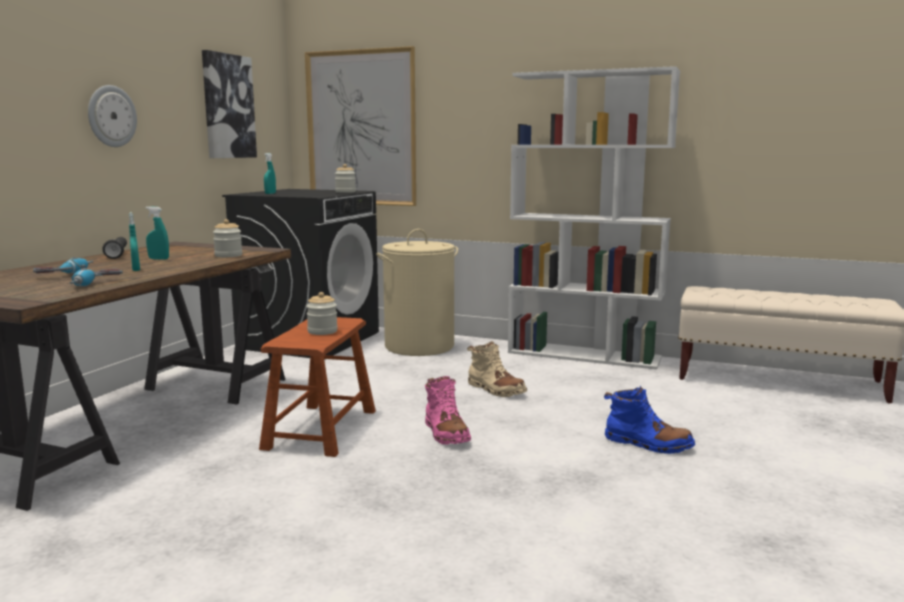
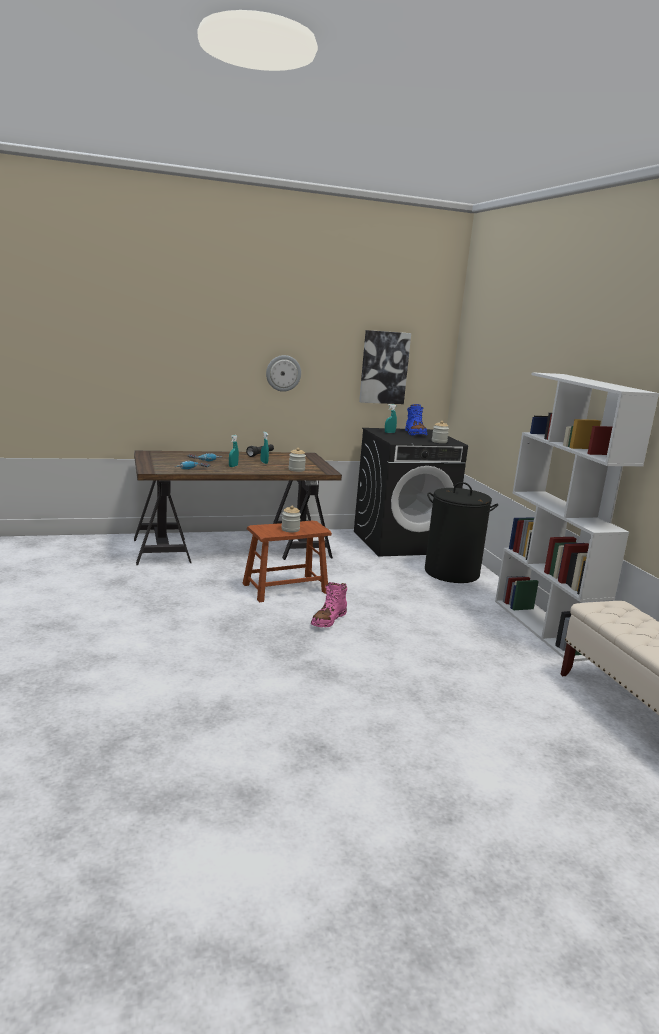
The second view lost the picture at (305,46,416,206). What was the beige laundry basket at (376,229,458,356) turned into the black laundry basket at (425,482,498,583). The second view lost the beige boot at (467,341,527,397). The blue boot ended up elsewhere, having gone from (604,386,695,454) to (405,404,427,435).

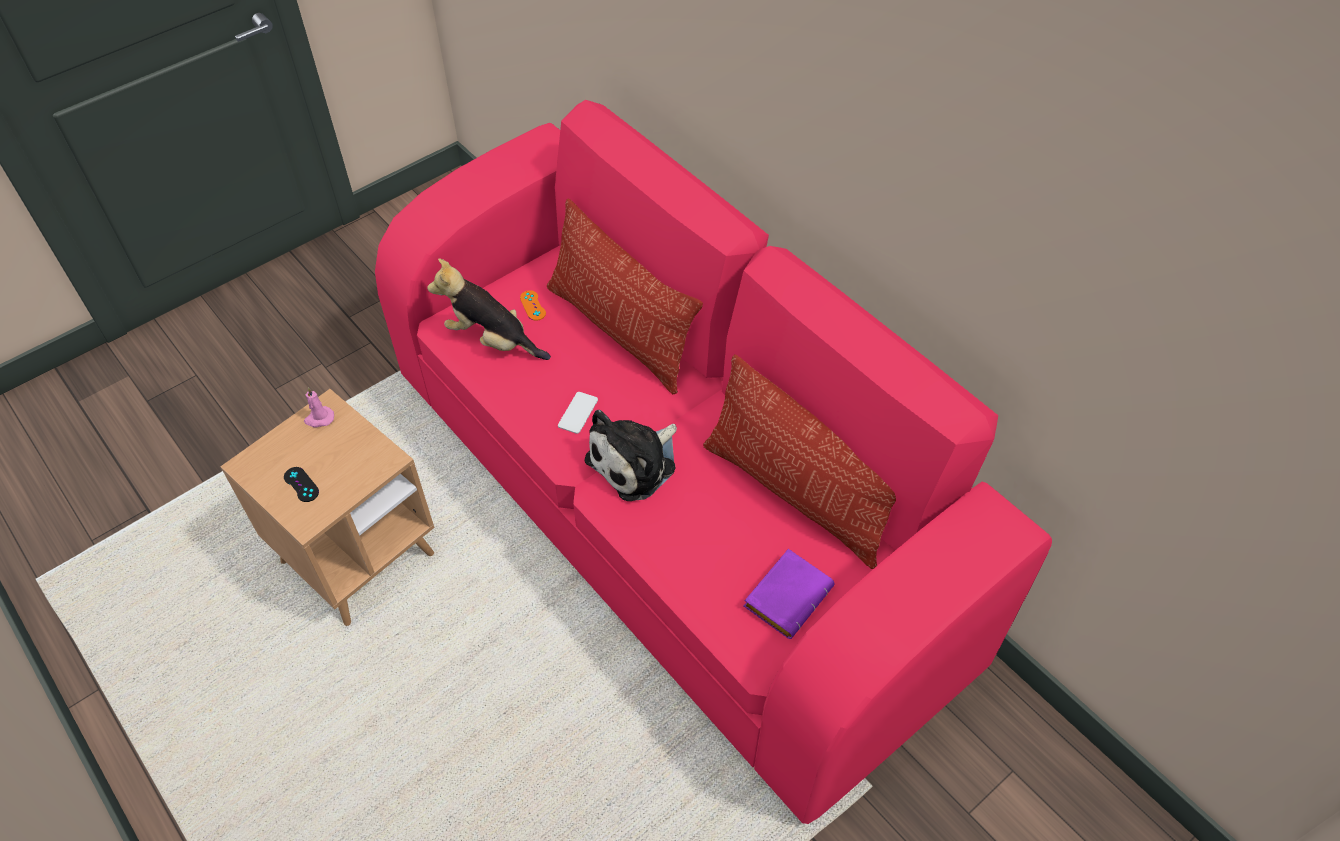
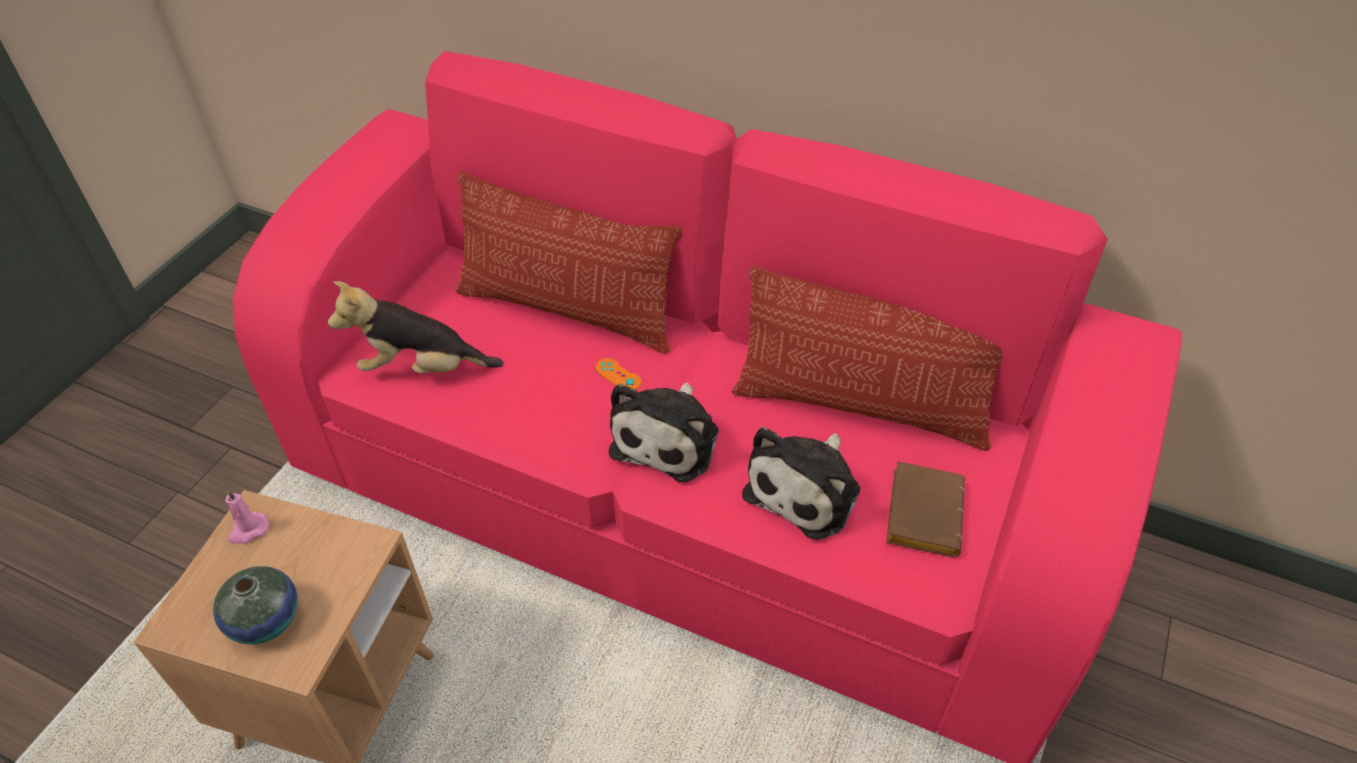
The orange game controller ended up elsewhere, having gone from (520,290,546,321) to (595,358,641,390). The second view lost the phone at (558,392,598,434). Where the black game controller stood at (284,467,319,502), the vase came to stand at (213,566,298,645). What was the purple book at (744,549,835,639) turned into the brown book at (886,461,965,558). The second view gained the plush toy at (742,427,860,540).

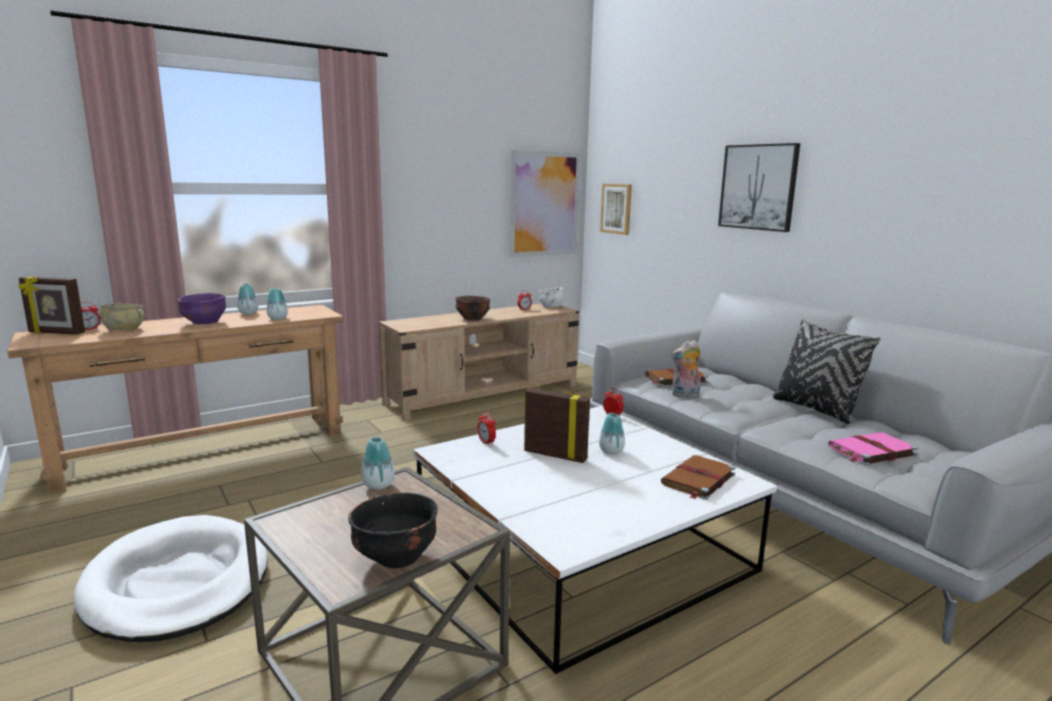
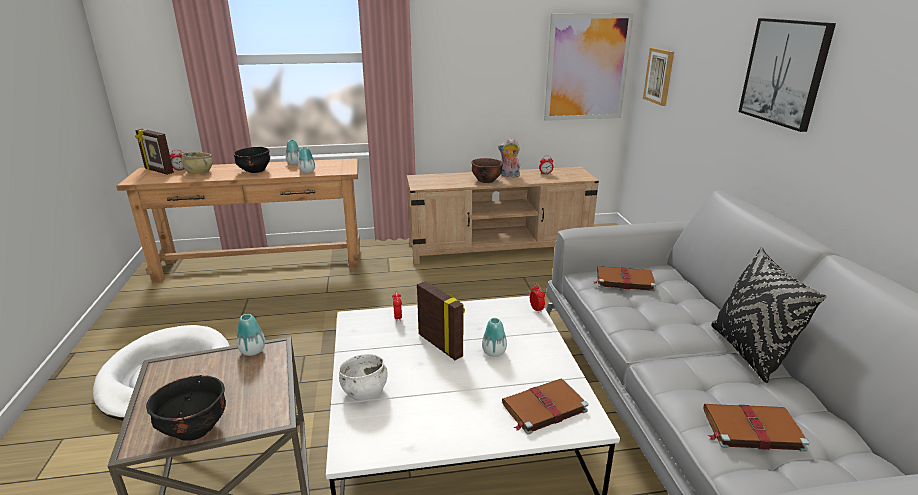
The white bowl ended up elsewhere, having gone from (539,288,565,307) to (339,354,388,401). What was the purple bowl at (177,293,226,324) turned into the black bowl at (233,147,270,173). The plush toy ended up elsewhere, having gone from (671,340,701,398) to (498,139,520,177). What was the pink book at (828,432,918,465) turned into the brown book at (703,404,810,452).

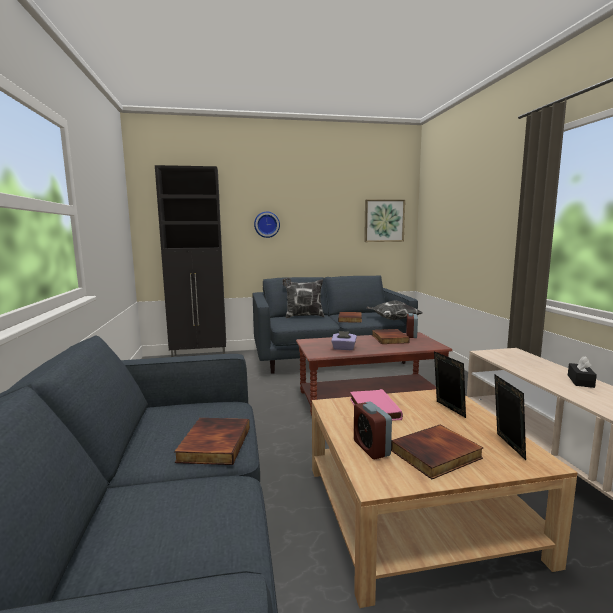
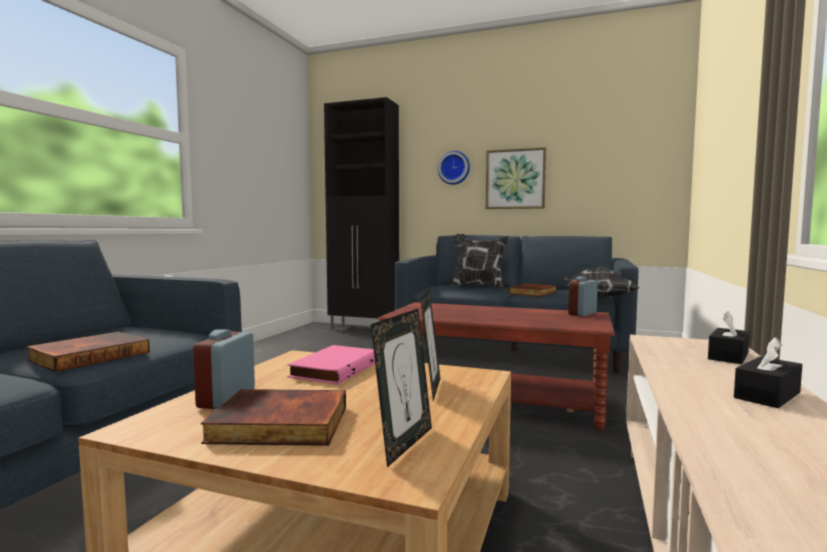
The picture ended up elsewhere, having gone from (364,200,405,242) to (486,147,546,209). The second view lost the book at (372,329,410,344). The second view lost the purple tissue box at (331,331,357,350). The second view gained the black tissue box at (708,311,750,364).

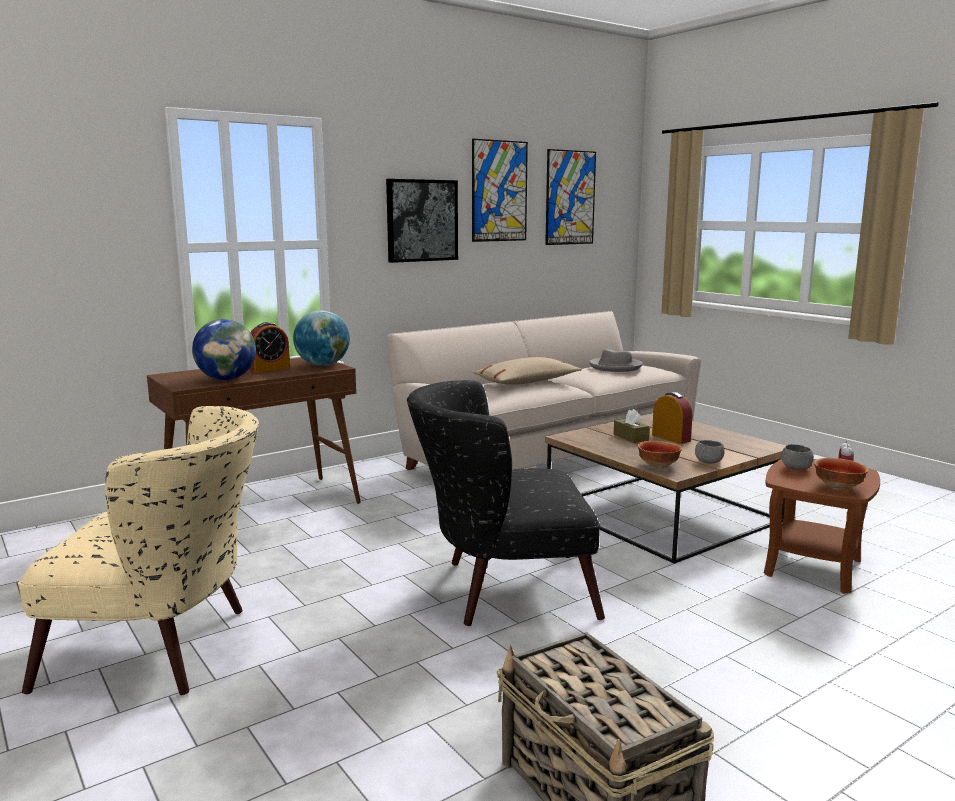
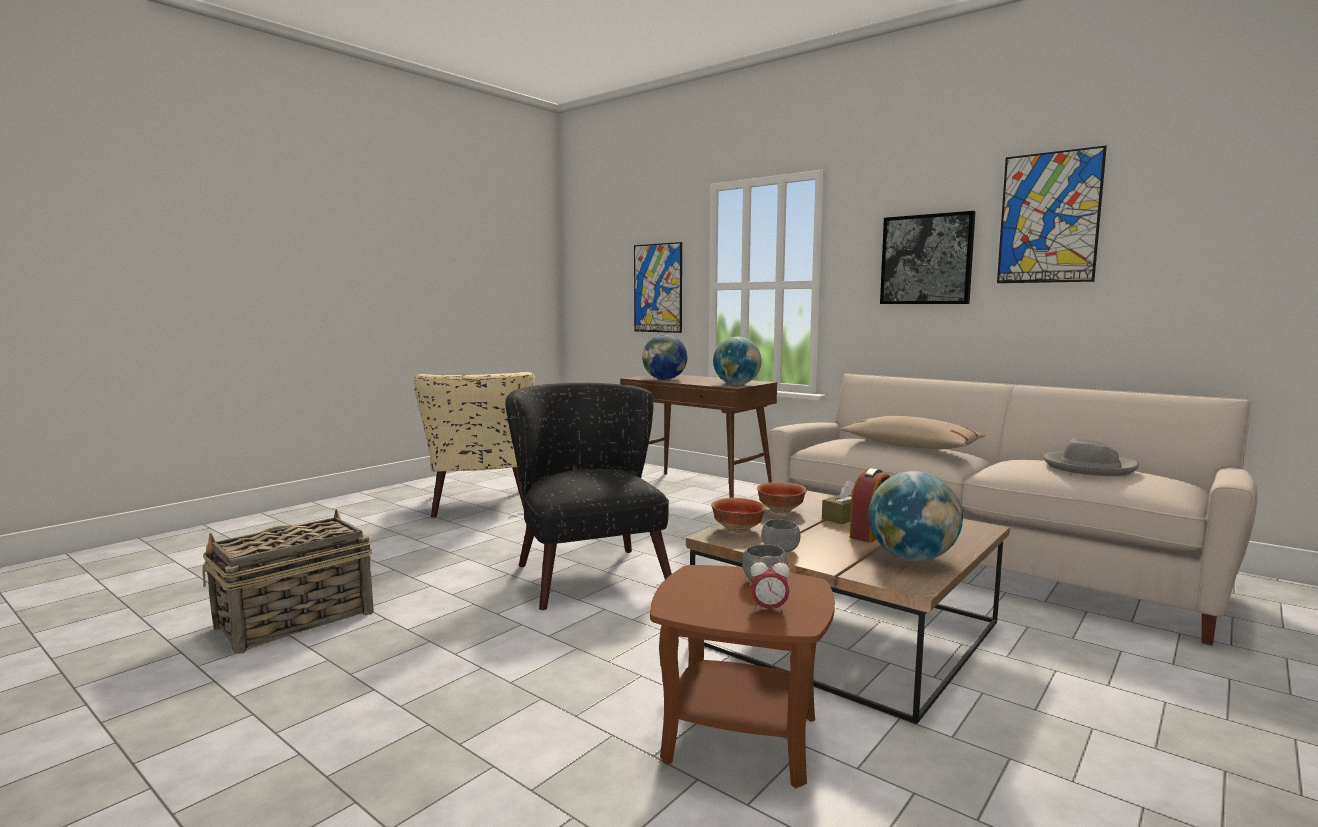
The picture ended up elsewhere, having gone from (545,149,596,245) to (634,242,682,333). The second view lost the alarm clock at (249,322,290,373). The bowl ended up elsewhere, having gone from (814,458,869,490) to (757,482,807,513). The second view gained the globe at (868,471,963,561).

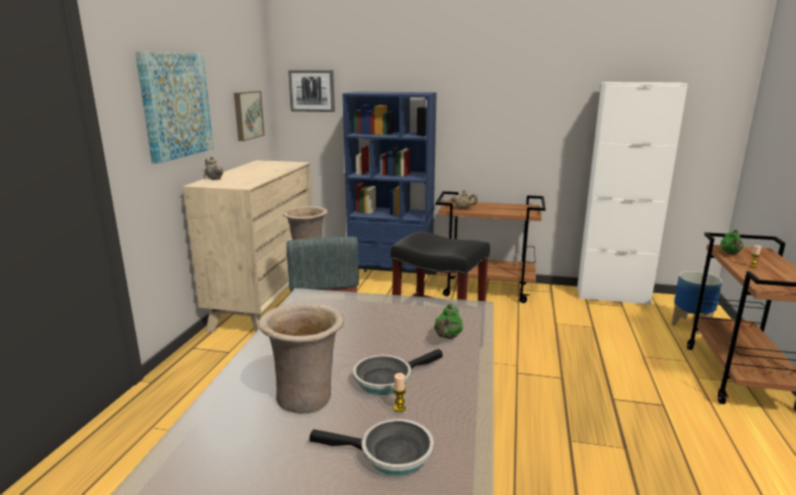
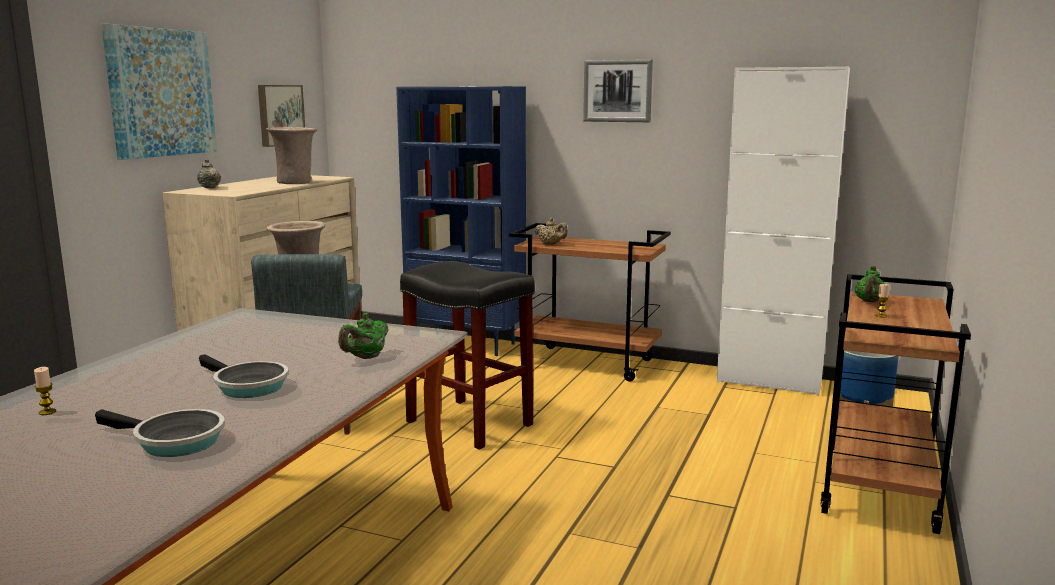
The picture ended up elsewhere, having gone from (288,70,335,112) to (583,60,653,122). The beige vase ended up elsewhere, having gone from (258,303,344,413) to (266,127,317,184). The frying pan at (353,349,443,395) ended up facing another way, 120 degrees counterclockwise from before. The candle ended up elsewhere, having gone from (393,373,406,412) to (34,367,56,415).

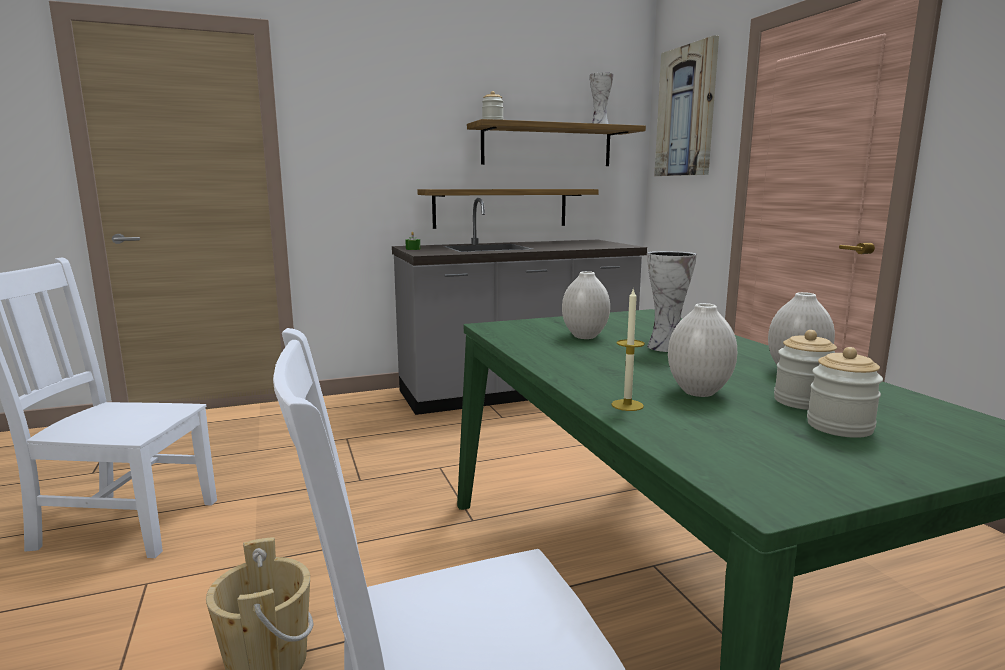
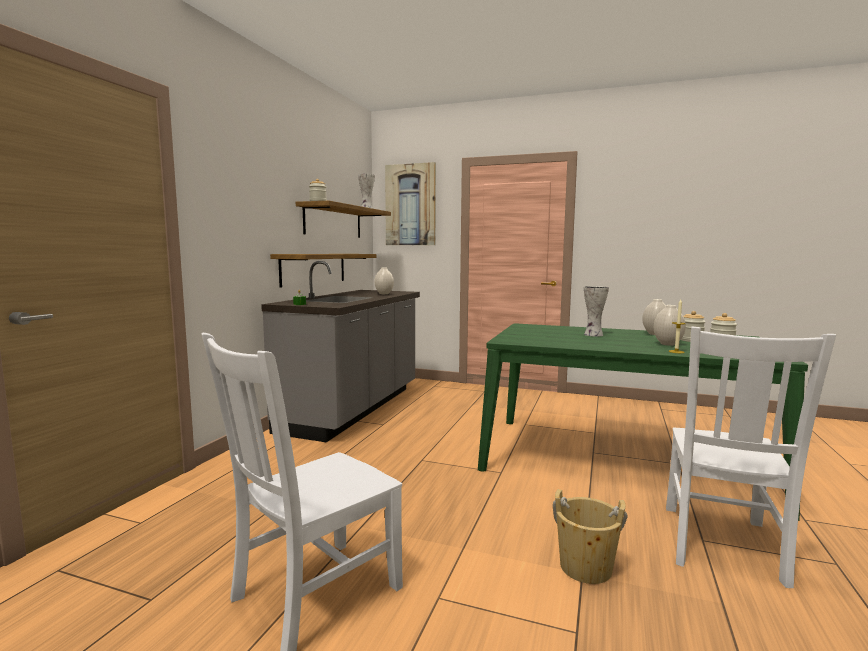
The white vase ended up elsewhere, having gone from (562,271,610,339) to (374,267,394,294).

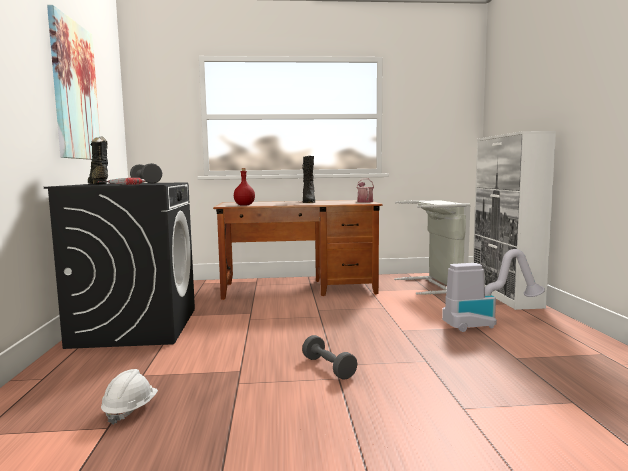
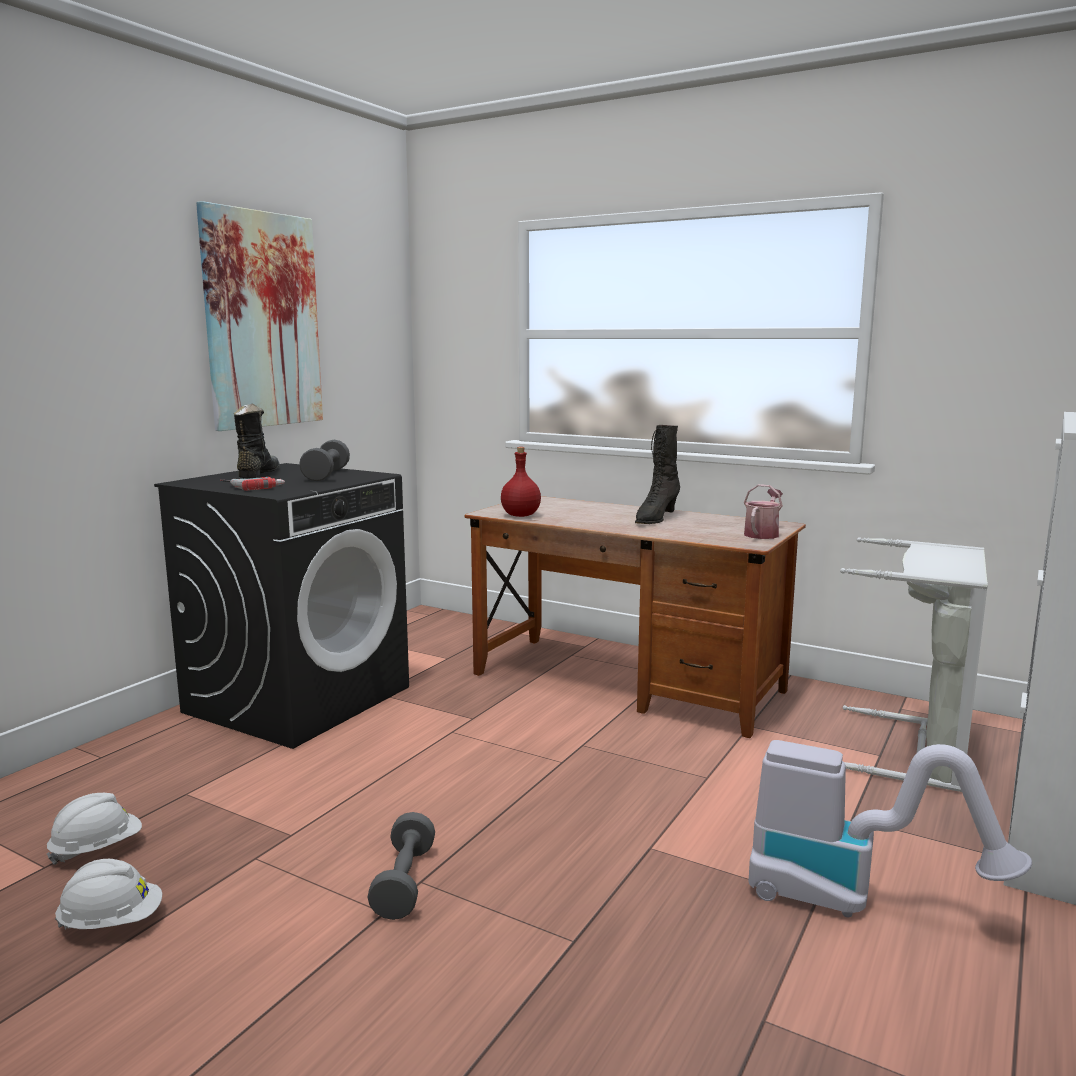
The second view gained the white hard hat at (55,859,162,930).

